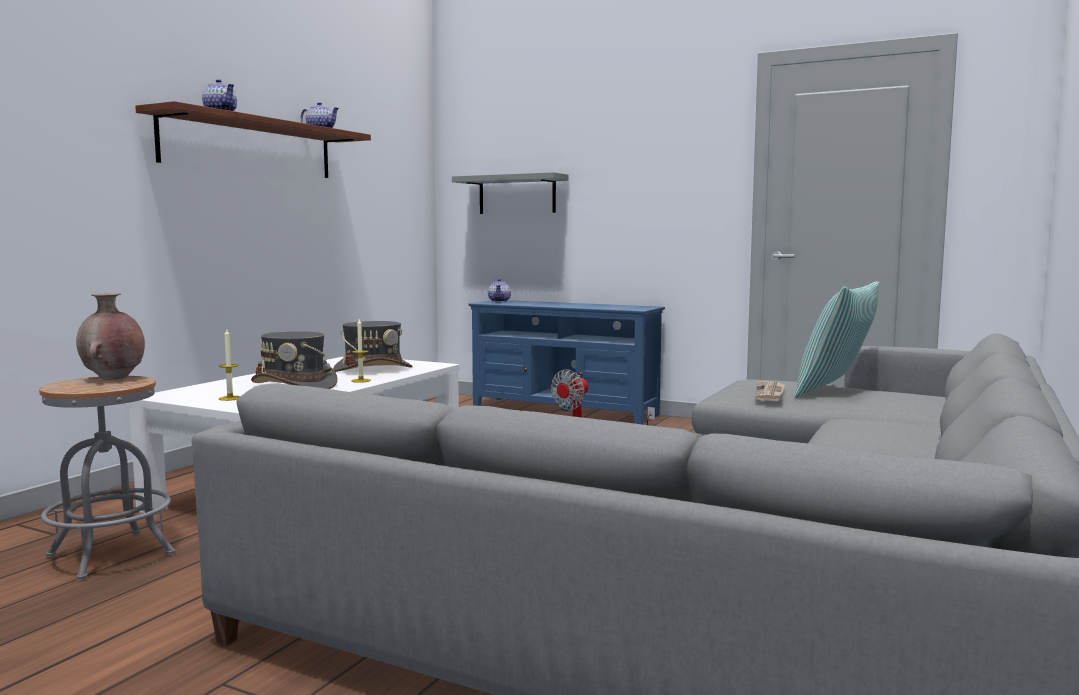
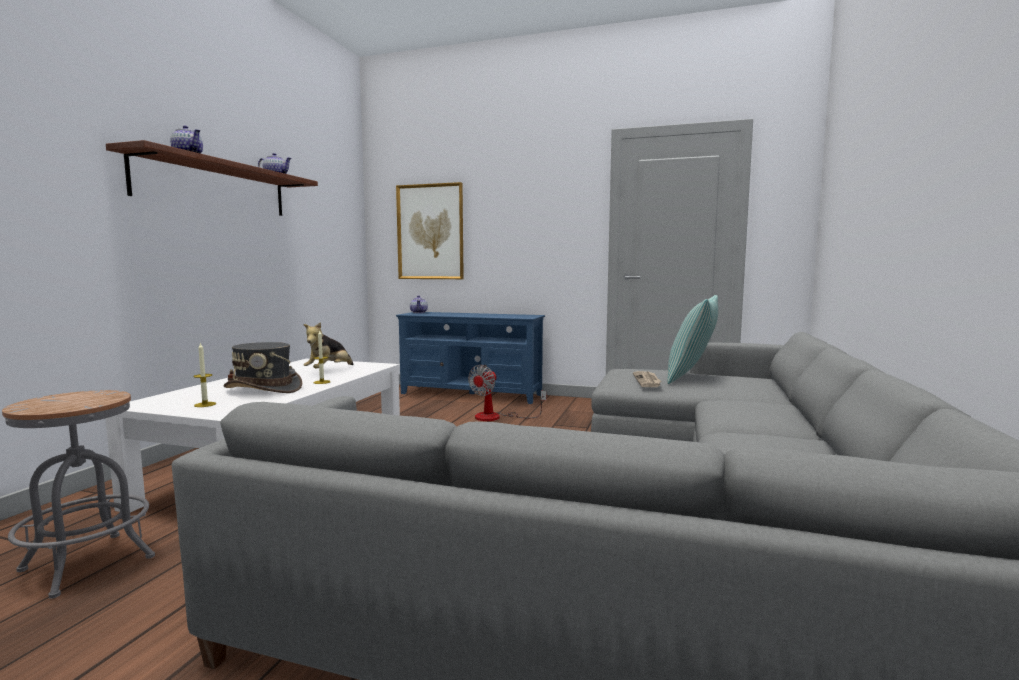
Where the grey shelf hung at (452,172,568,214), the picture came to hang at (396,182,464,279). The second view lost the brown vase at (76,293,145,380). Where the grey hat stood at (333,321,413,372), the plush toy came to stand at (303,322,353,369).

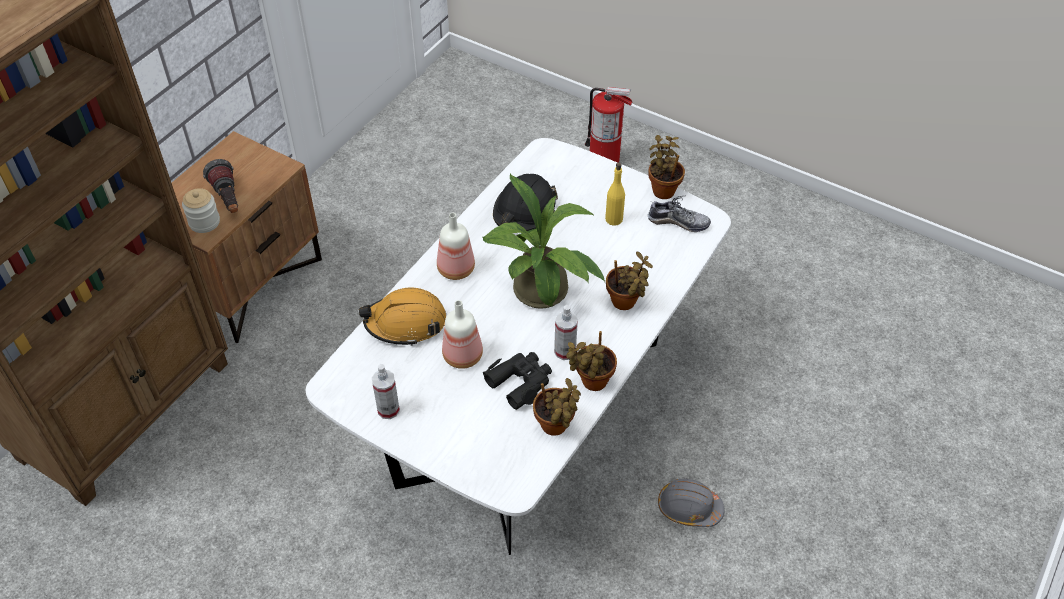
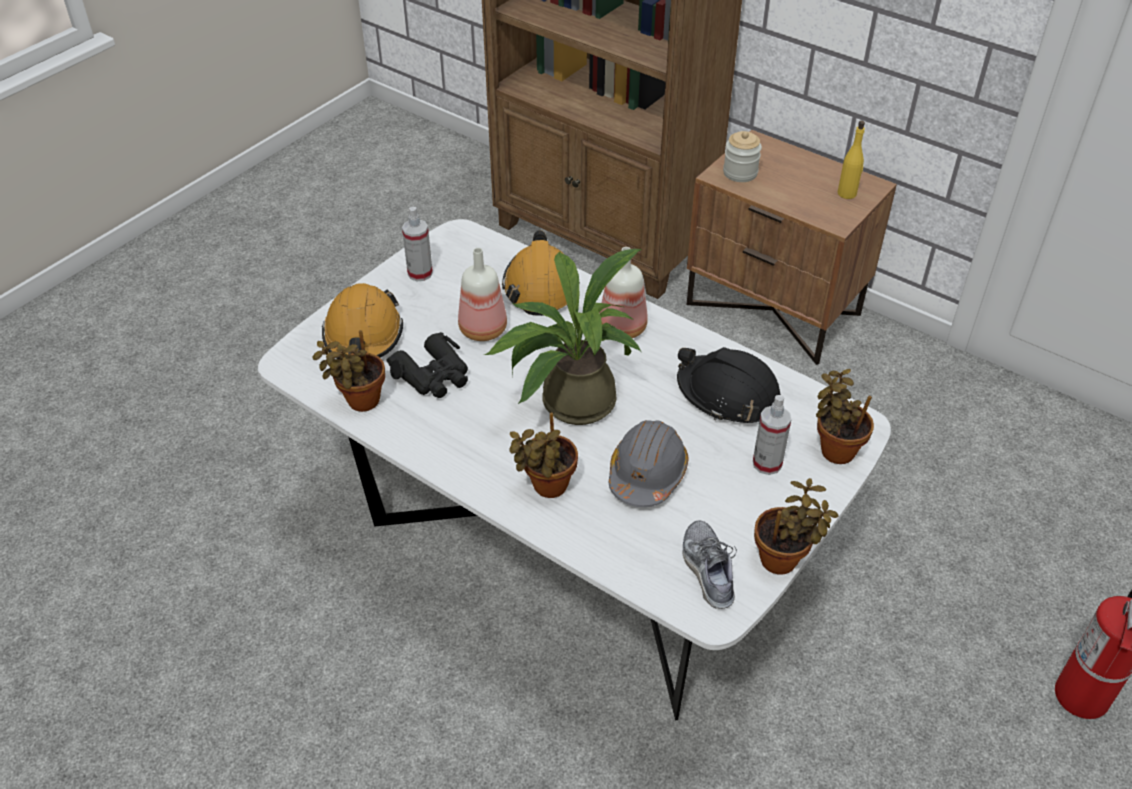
The second view lost the flashlight at (203,159,238,213). The yellow bottle ended up elsewhere, having gone from (605,163,625,226) to (838,120,865,199). The shoe at (648,196,711,232) ended up facing another way, 150 degrees clockwise from before. The spray bottle ended up elsewhere, having gone from (554,305,578,360) to (753,395,791,475). The potted plant ended up elsewhere, having gone from (566,331,617,391) to (816,369,874,464). The grey hard hat ended up elsewhere, having gone from (658,479,725,527) to (609,420,689,507). The second view gained the orange hard hat at (322,283,403,359).

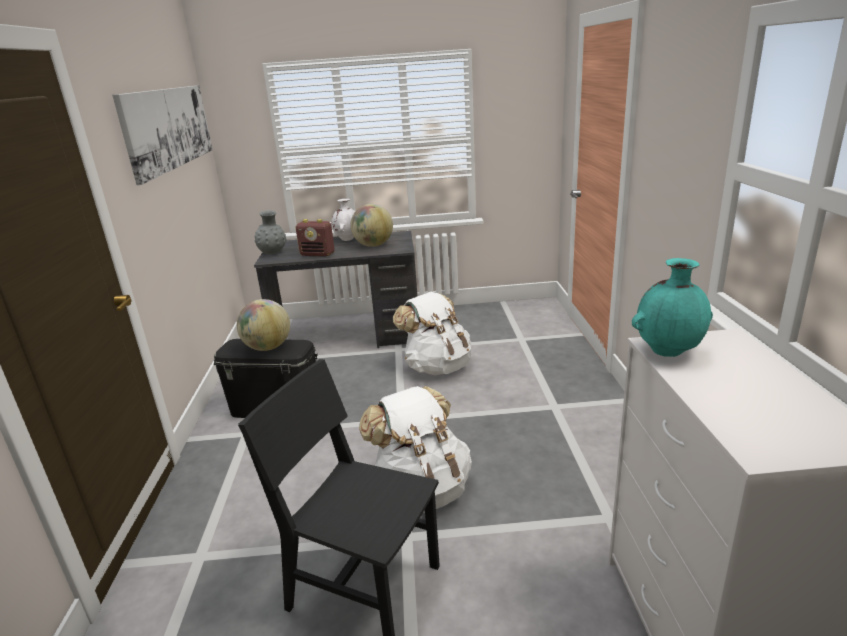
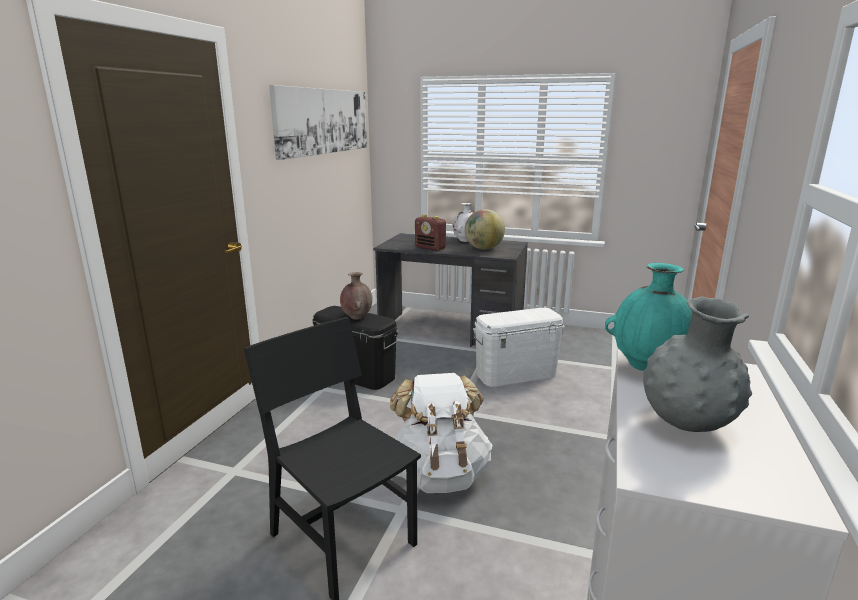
The grey vase ended up elsewhere, having gone from (254,210,287,254) to (643,296,752,432). Where the white backpack stood at (393,292,471,375), the white storage box came to stand at (473,308,564,387). Where the globe stood at (237,299,290,351), the brown vase came to stand at (340,272,373,320).

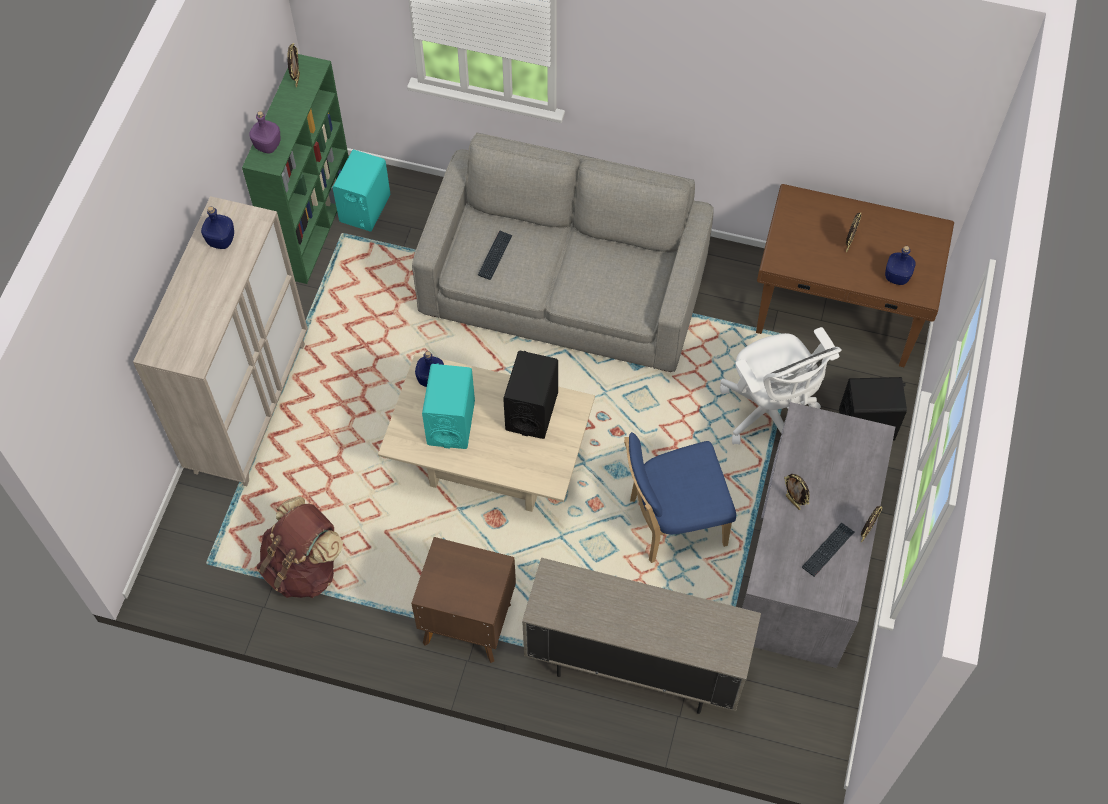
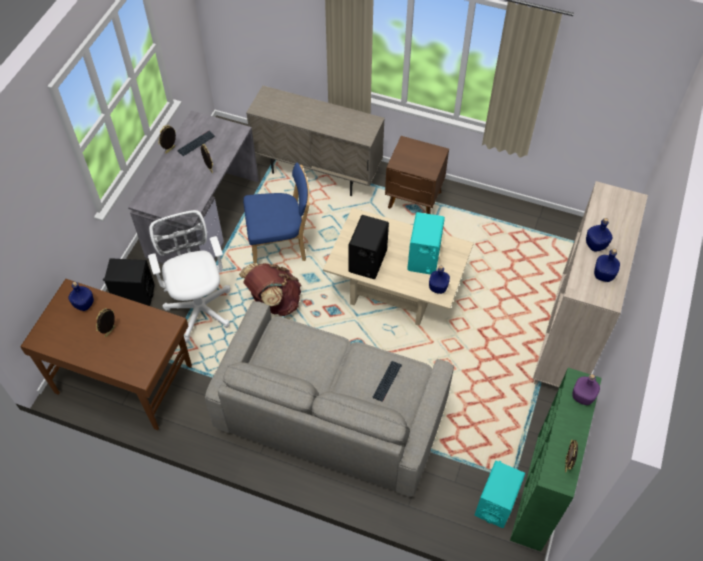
The brown backpack ended up elsewhere, having gone from (256,496,343,598) to (239,263,301,316). The second view gained the blue bottle at (586,218,612,252).

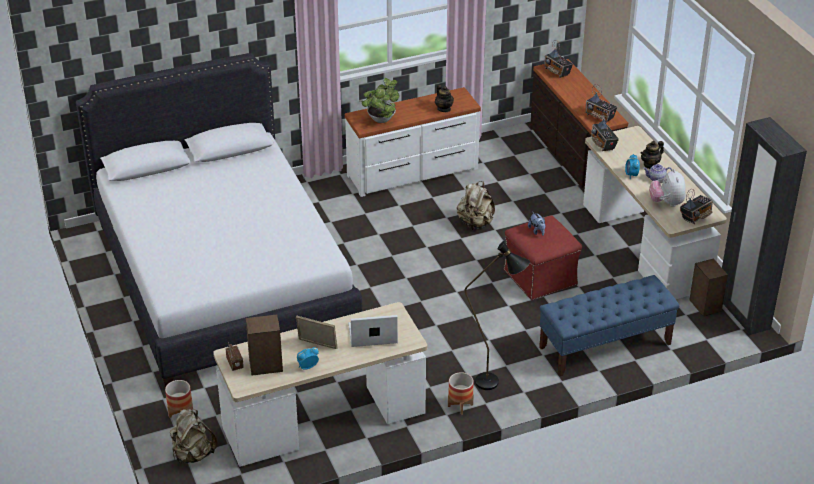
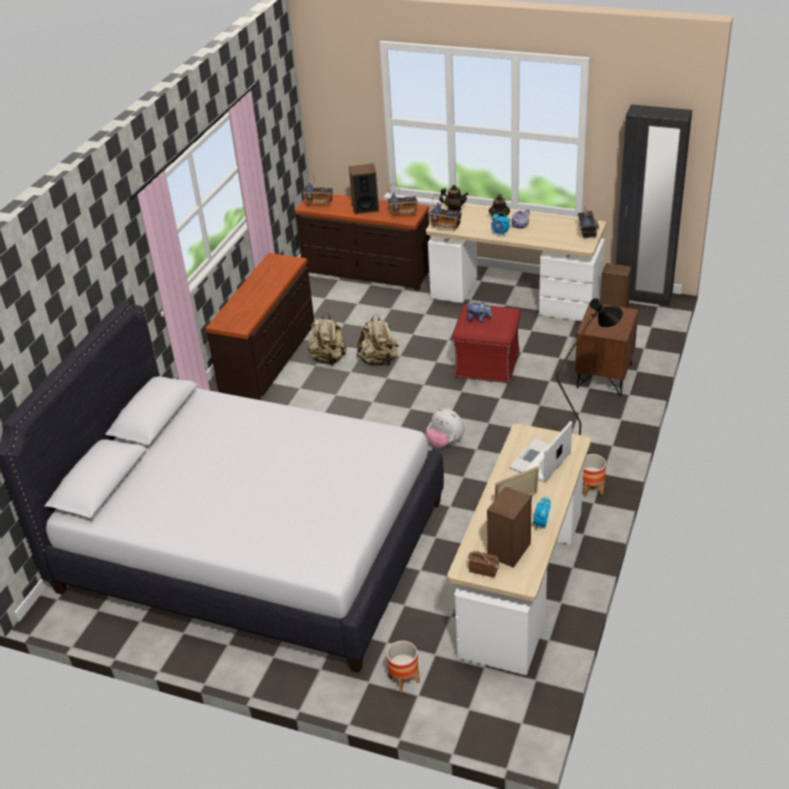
The second view lost the potted plant at (362,78,399,123). The teapot ended up elsewhere, having gone from (435,85,454,112) to (439,185,468,212). What was the white dresser at (345,87,481,197) turned into the brown dresser at (205,253,314,400). The plush toy ended up elsewhere, having gone from (649,169,686,207) to (425,408,465,449). Where the blue bench stood at (539,275,680,377), the brown nightstand came to stand at (575,303,638,396). The beige backpack ended up elsewhere, having gone from (170,409,217,464) to (308,313,347,366). The second view gained the speaker at (349,164,379,214).

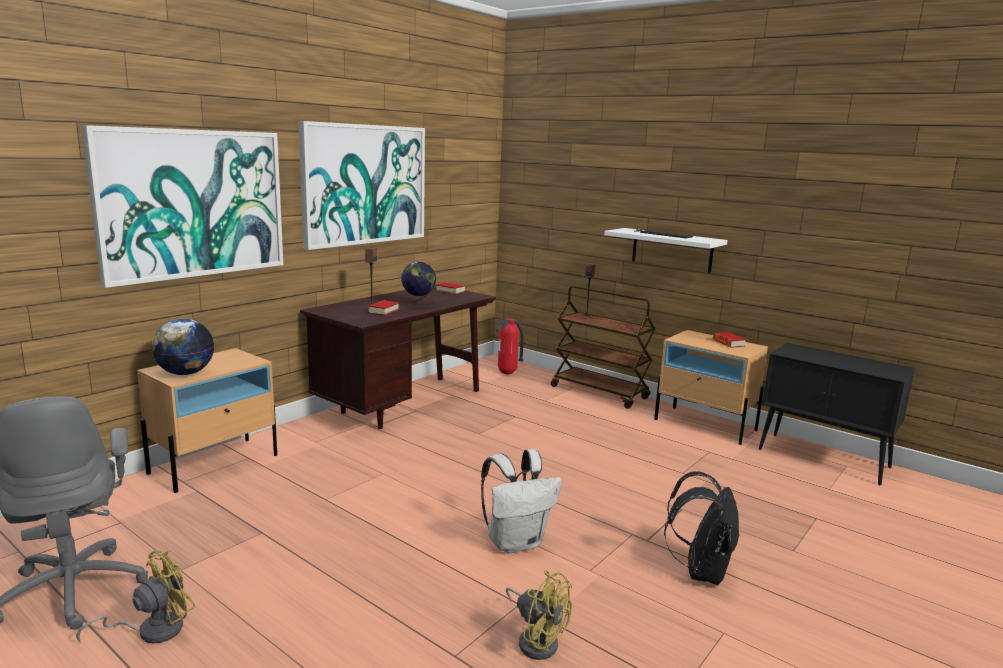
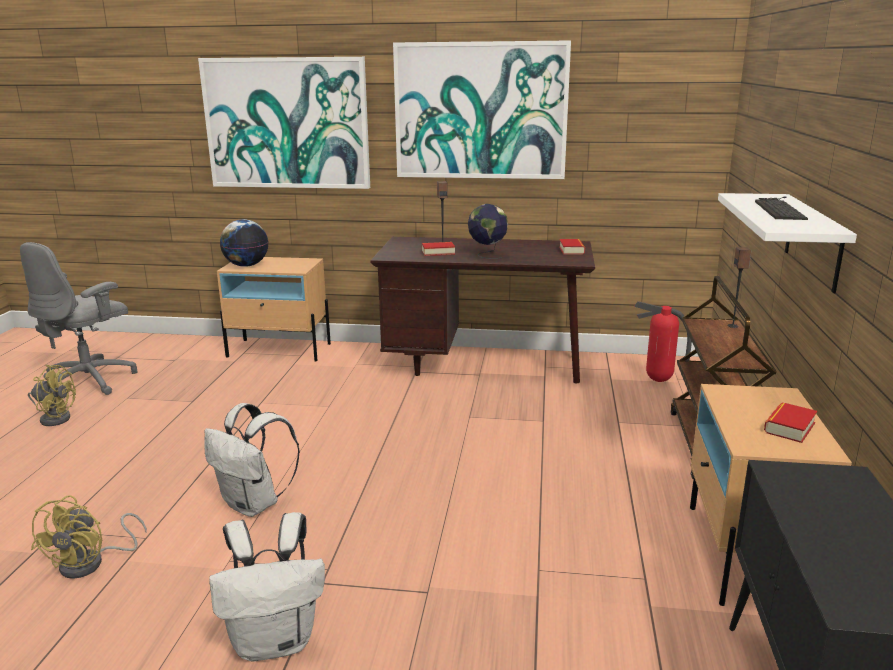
What was the black backpack at (664,471,740,585) turned into the white backpack at (209,512,325,662).

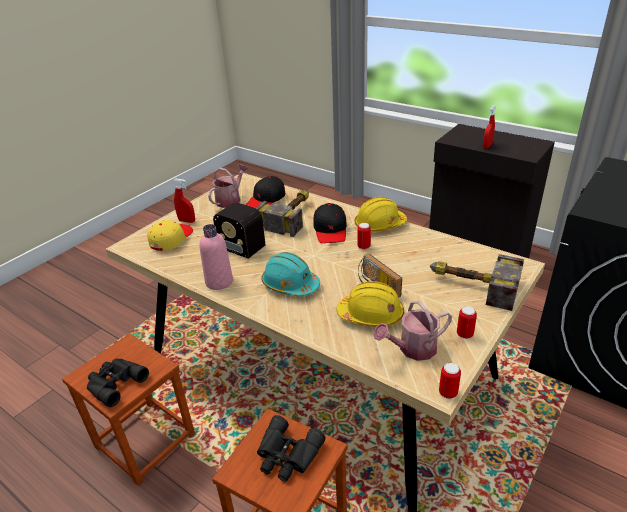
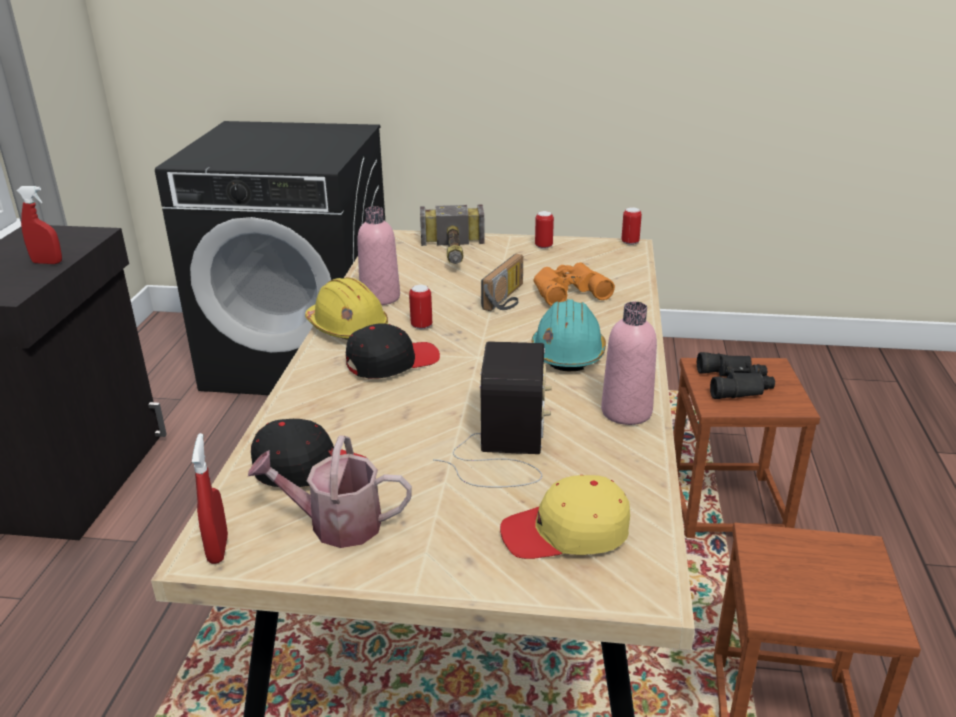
The red spray bottle ended up elsewhere, having gone from (173,179,195,223) to (192,433,228,564). The second view lost the hammer at (256,190,309,237). Where the yellow hard hat stood at (336,281,404,327), the orange binoculars came to stand at (533,262,615,306). The second view lost the watering can at (373,301,452,361). The second view lost the black binoculars at (87,359,149,407). The second view gained the pink bottle at (357,206,400,305).

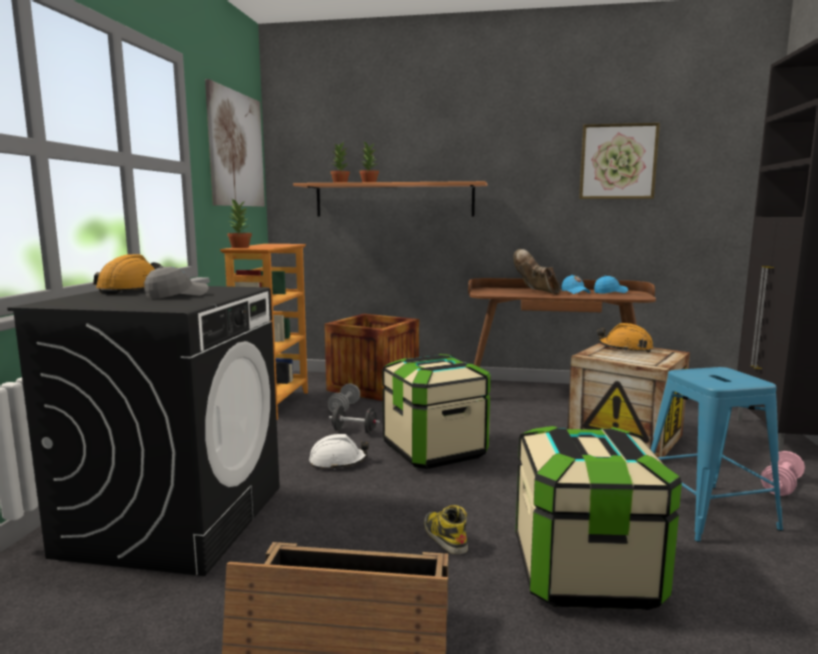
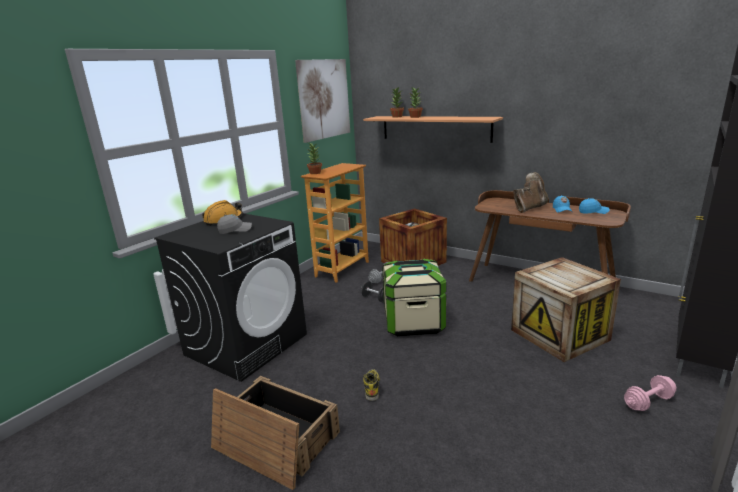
The second view lost the picture at (579,123,660,199). The brown boot at (513,249,561,295) ended up facing another way, 60 degrees clockwise from before. The second view lost the orange hard hat at (598,323,653,353). The second view lost the blue stool at (651,367,783,542). The second view lost the storage box at (516,426,682,610). The second view lost the white hard hat at (309,434,369,470).

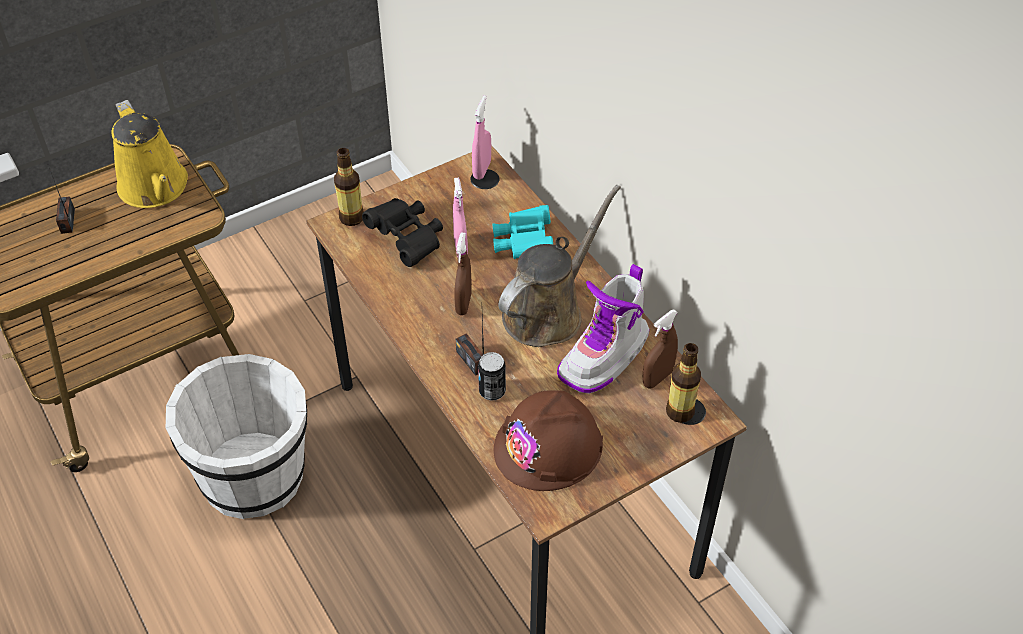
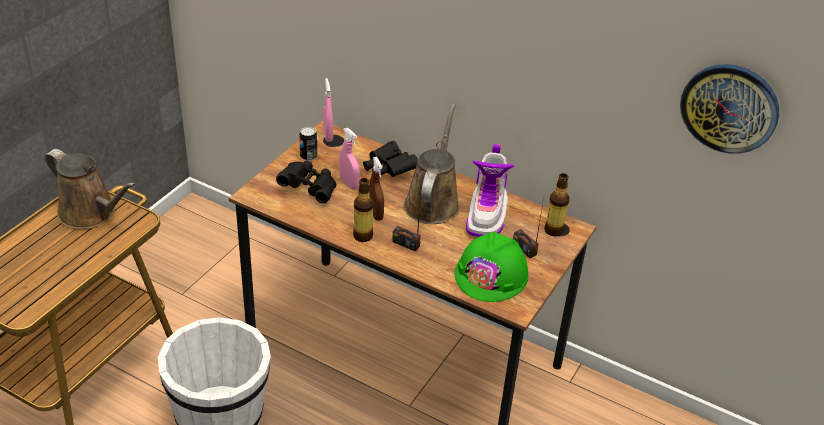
What was the yellow watering can at (111,100,188,208) turned into the brown watering can at (45,149,136,229). The bottle ended up elsewhere, having gone from (334,148,364,226) to (353,178,374,242). The radio ended up elsewhere, having gone from (49,168,75,234) to (513,198,544,258). What was the turquoise binoculars at (493,205,553,259) turned into the black binoculars at (363,141,418,177). The second view lost the brown spray bottle at (642,309,678,389). The can ended up elsewhere, having gone from (478,352,506,401) to (299,127,317,161). What was the brown hard hat at (494,390,603,491) turned into the green hard hat at (455,231,528,302). The second view gained the wall clock at (680,64,779,154).

